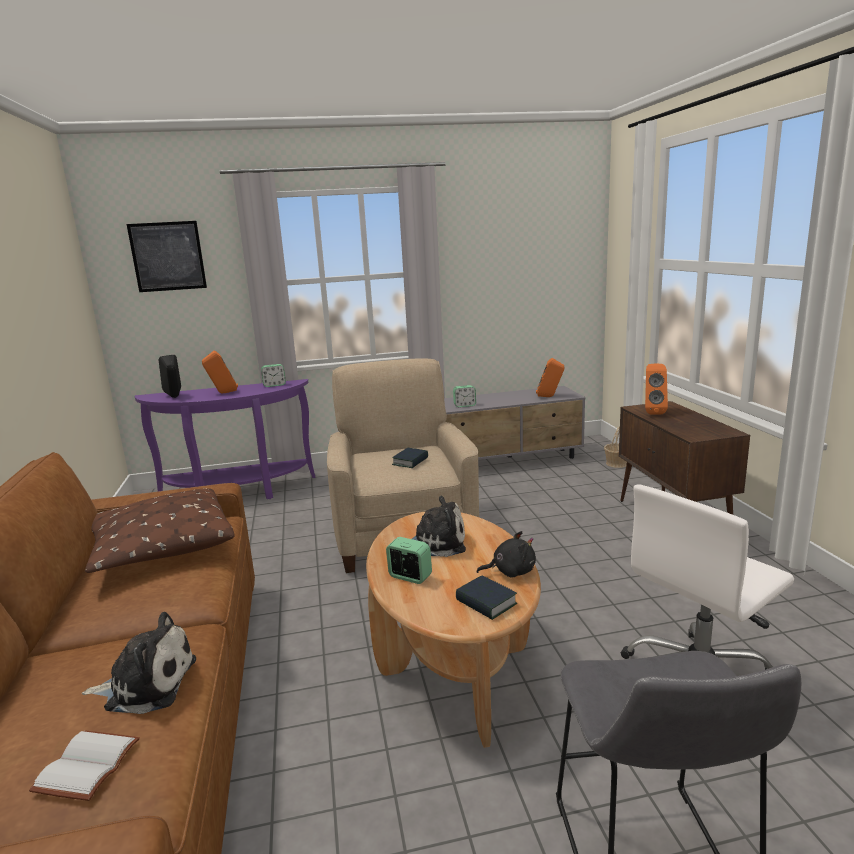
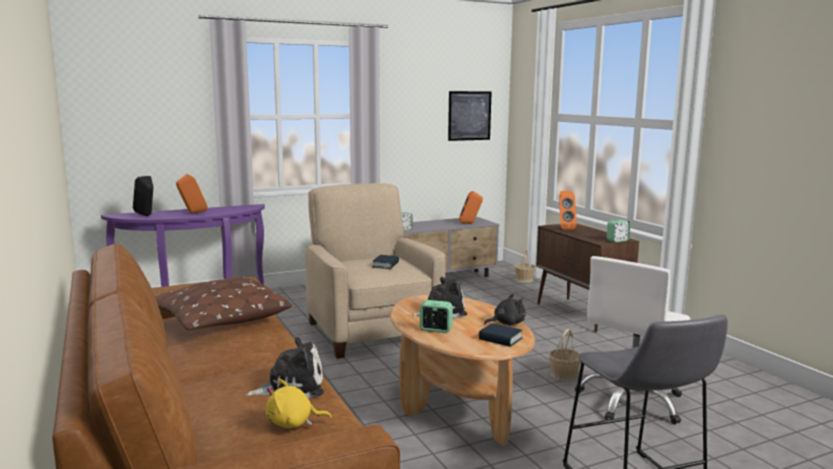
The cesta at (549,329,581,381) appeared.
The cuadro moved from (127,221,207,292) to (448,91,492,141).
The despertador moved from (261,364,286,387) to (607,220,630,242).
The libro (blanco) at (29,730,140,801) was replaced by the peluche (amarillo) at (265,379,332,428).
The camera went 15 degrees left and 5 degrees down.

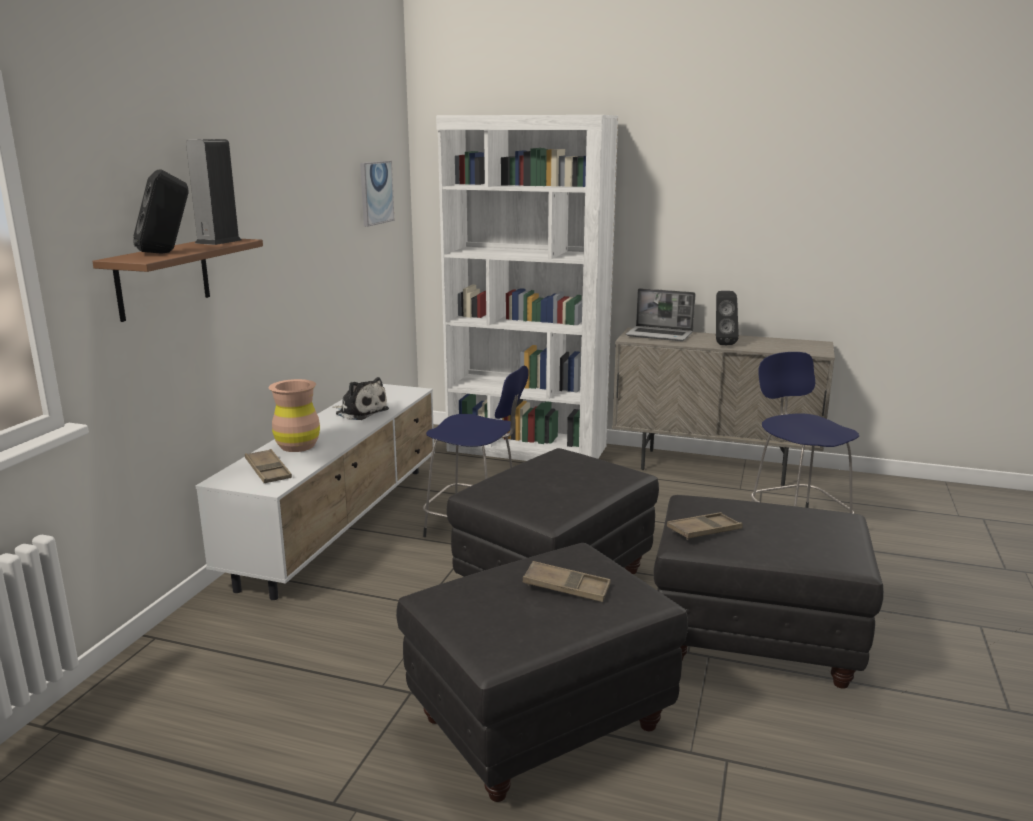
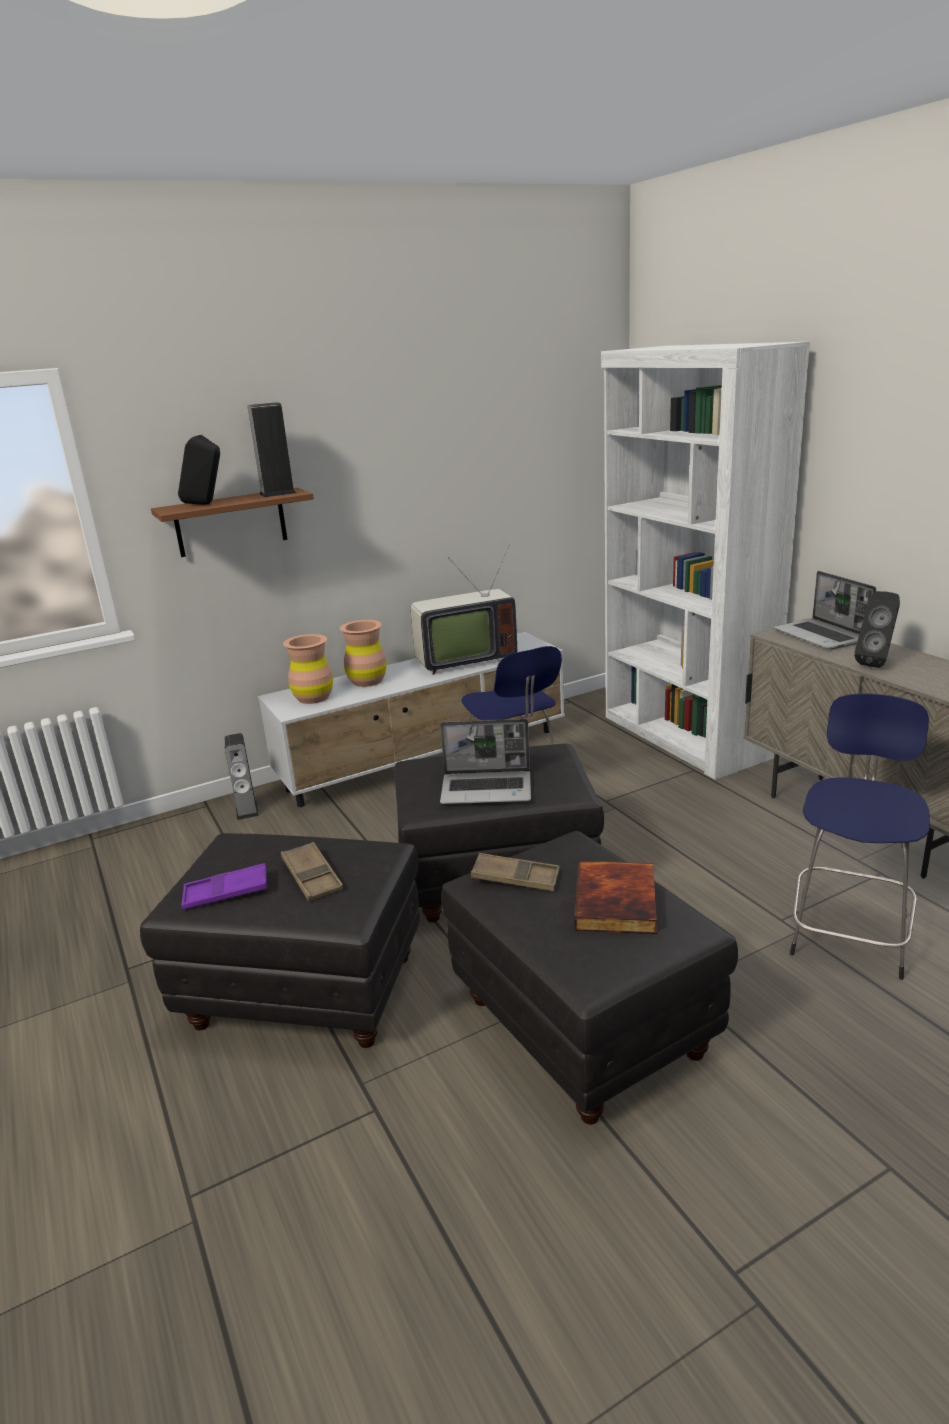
The cuadro at (360,161,394,227) disappeared.
The bandeja (morado) at (181,863,267,910) appeared.
The altavoz at (224,733,259,820) appeared.
The portátil at (440,719,531,804) appeared.
The libro at (574,861,657,934) appeared.
The bandeja (marrón) at (245,449,292,483) was replaced by the florero (marrón) at (283,634,333,704).
The peluche at (332,377,389,420) was replaced by the televisor at (411,546,517,675).
The camera went 45 degrees right and 5 degrees up.

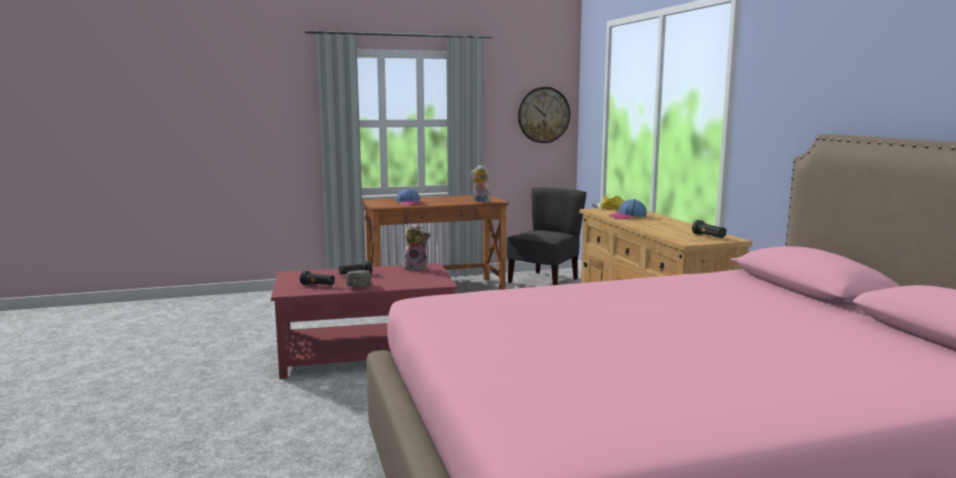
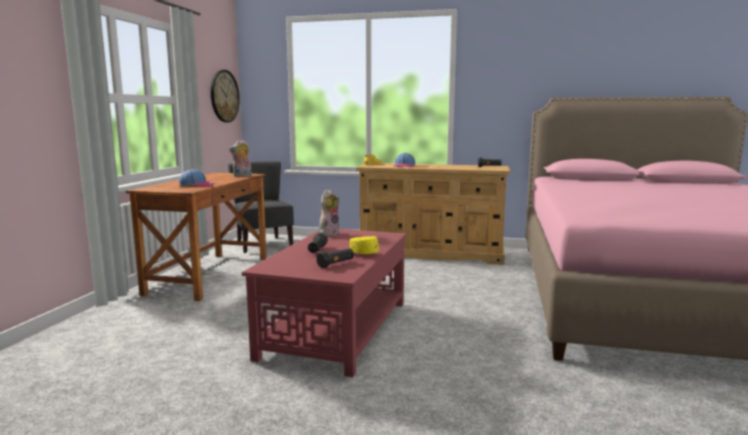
The gorra (gris) at (346,270,372,287) became the gorra (amarillo) at (350,236,379,254).
The camera went 60 degrees left and 0 degrees up.

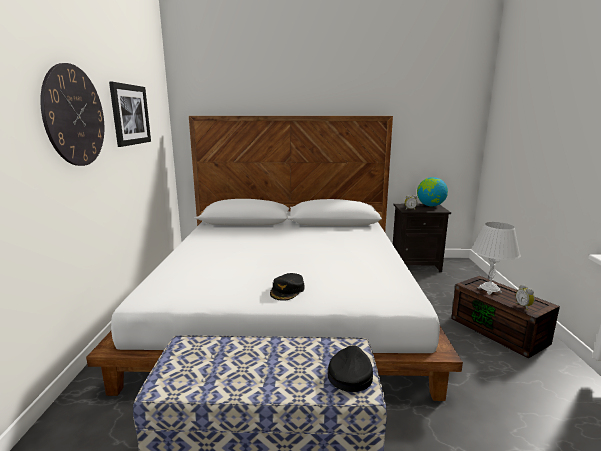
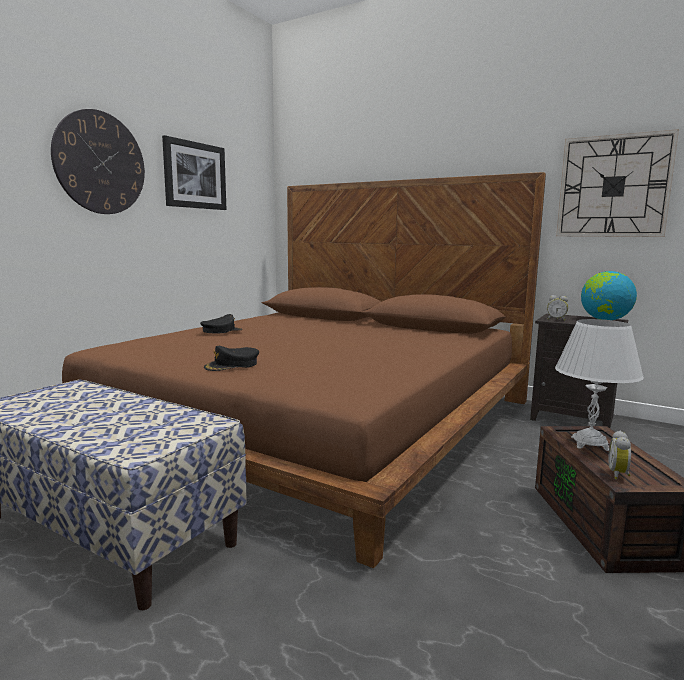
The reloj de pared at (556,129,679,237) appeared.
The gorra (negro) moved from (328,345,373,392) to (200,314,242,333).
The cama (blanco) at (86,116,463,401) became the cama (marrón) at (62,172,546,568).
The camera went 30 degrees right and 5 degrees down.

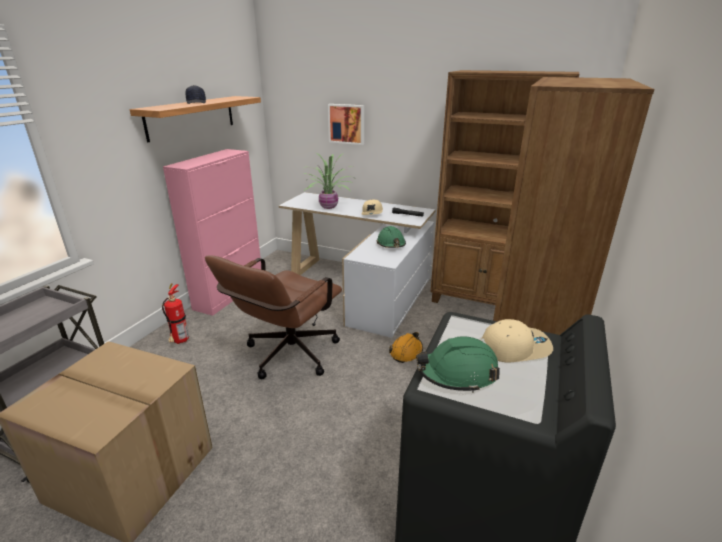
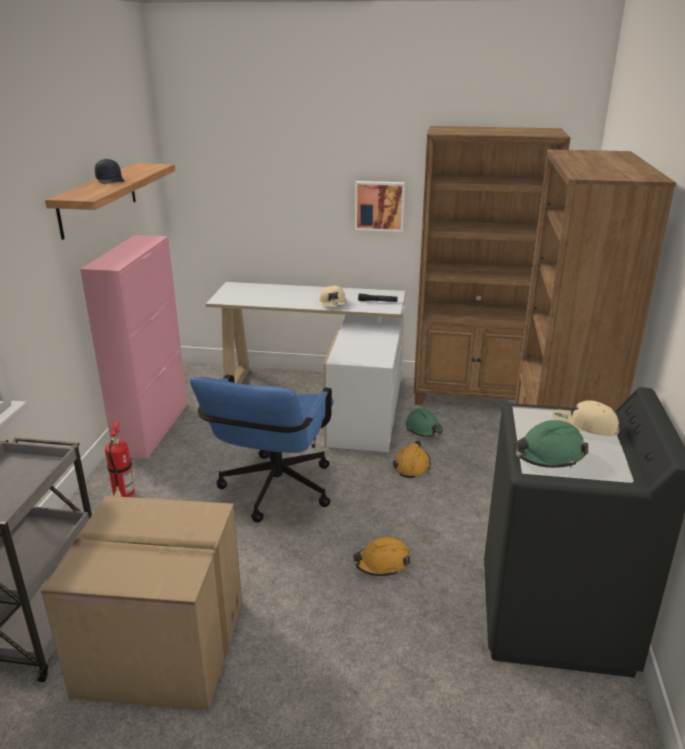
The planta en maceta at (304,153,354,209) disappeared.
The casco (naranja) at (353,536,410,576) appeared.
The cuadro moved from (328,104,364,145) to (355,181,405,232).
The casco (verde) moved from (376,226,406,248) to (405,408,442,437).
The silla de oficina (marrón) at (205,255,342,379) became the silla de oficina (azul) at (190,375,334,522).
The gorra (beis) at (481,319,553,363) turned 135 degrees counterclockwise.
The camera went 15 degrees left and 0 degrees up.

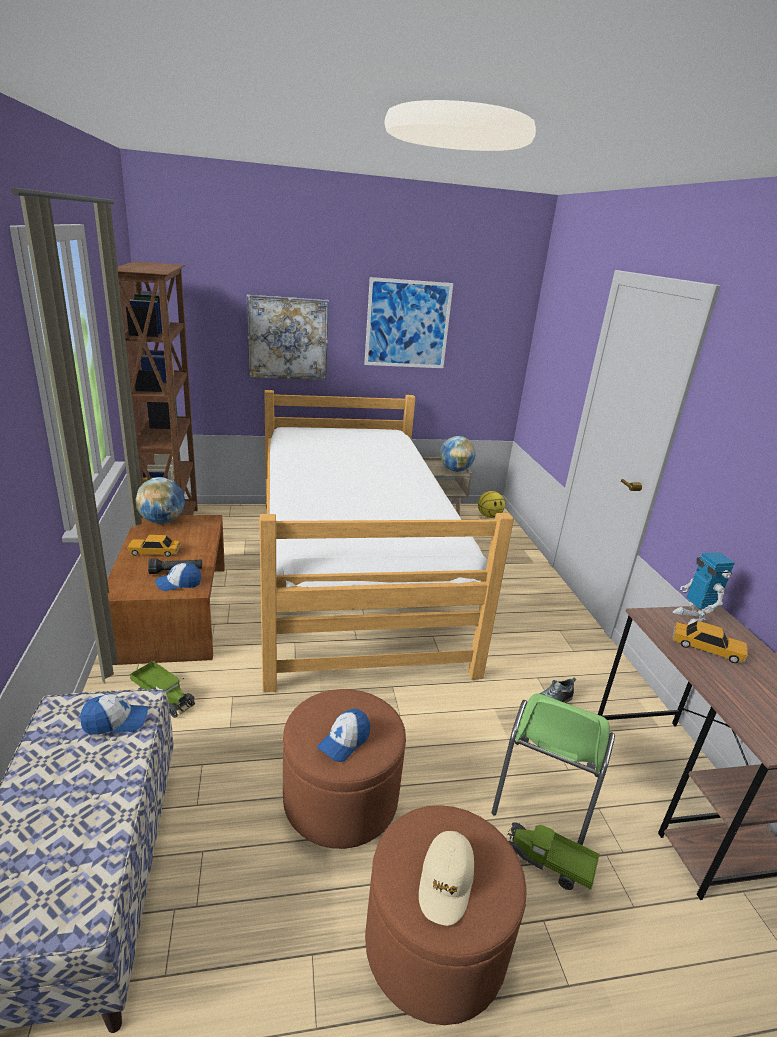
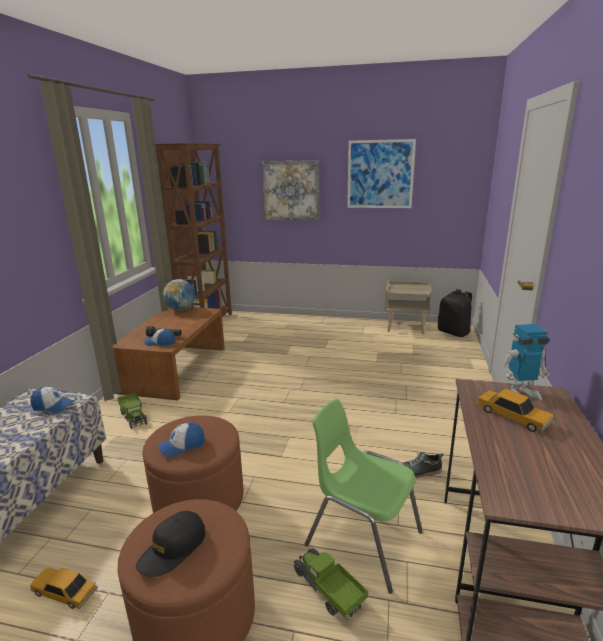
The cama at (260,390,514,692) disappeared.
The globo terráqueo at (440,436,476,472) disappeared.
The coche de juguete moved from (128,535,181,557) to (30,567,98,609).
The balón de baloncesto at (478,491,505,518) was replaced by the mochila (negro) at (438,289,472,337).
The gorra (beis) at (419,831,474,926) became the gorra (negro) at (136,511,205,577).
The silla (verde) at (491,694,615,846) turned 75 degrees clockwise.
The robot de juguete at (673,552,735,625) turned 105 degrees counterclockwise.
The camera went 25 degrees right and 5 degrees down.

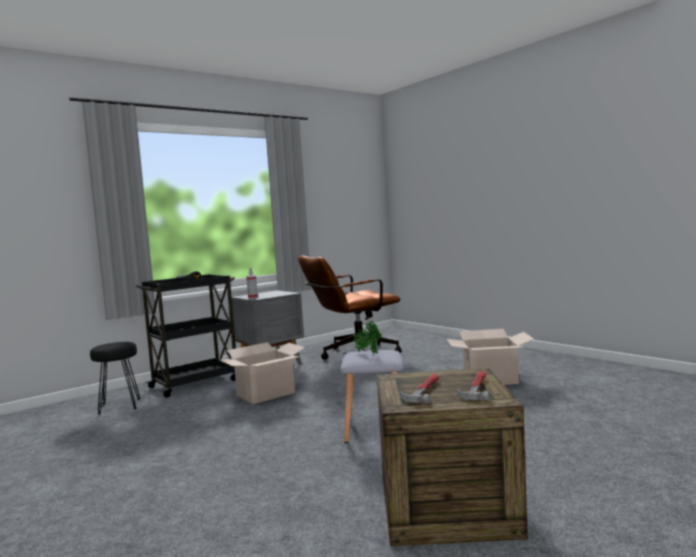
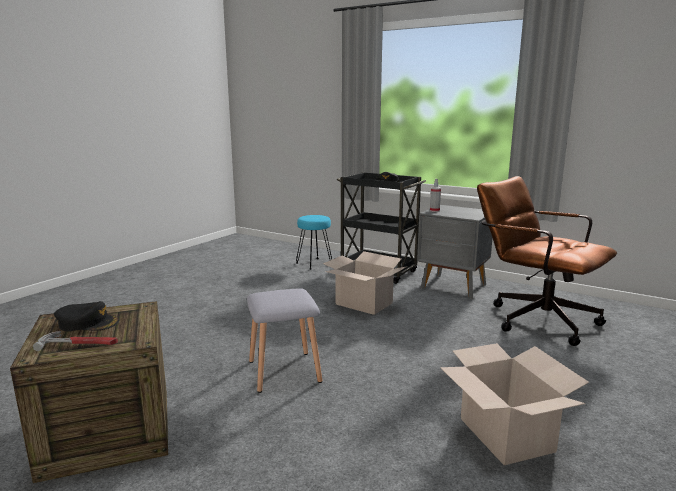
The planta en maceta at (353,320,382,355) disappeared.
The martillo at (400,374,439,404) was replaced by the gorra (negro) at (54,301,119,332).
The taburete (negro) at (90,342,140,414) became the taburete (turquesa) at (296,215,332,270).
The camera went 70 degrees right and 10 degrees up.

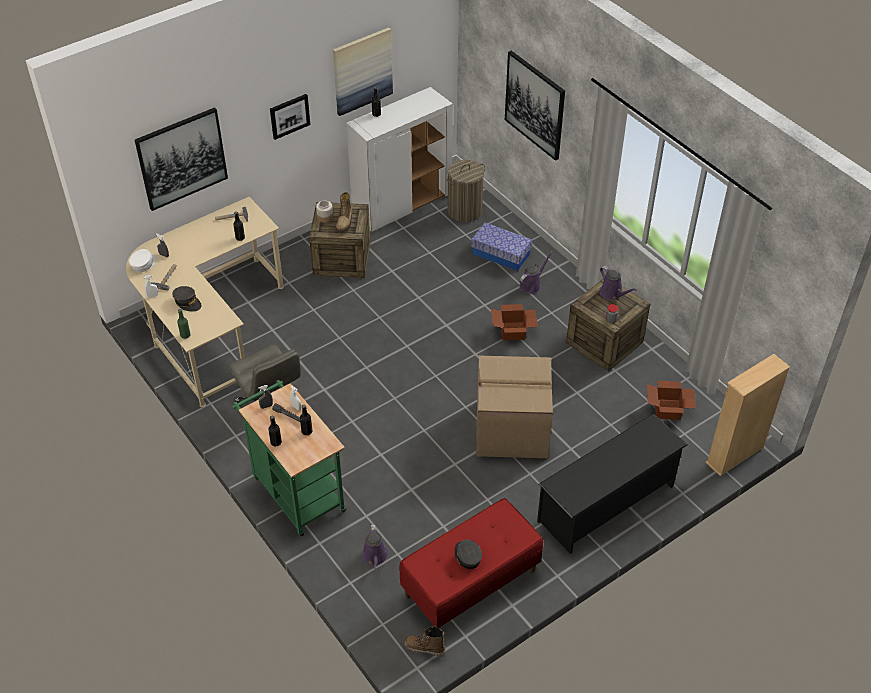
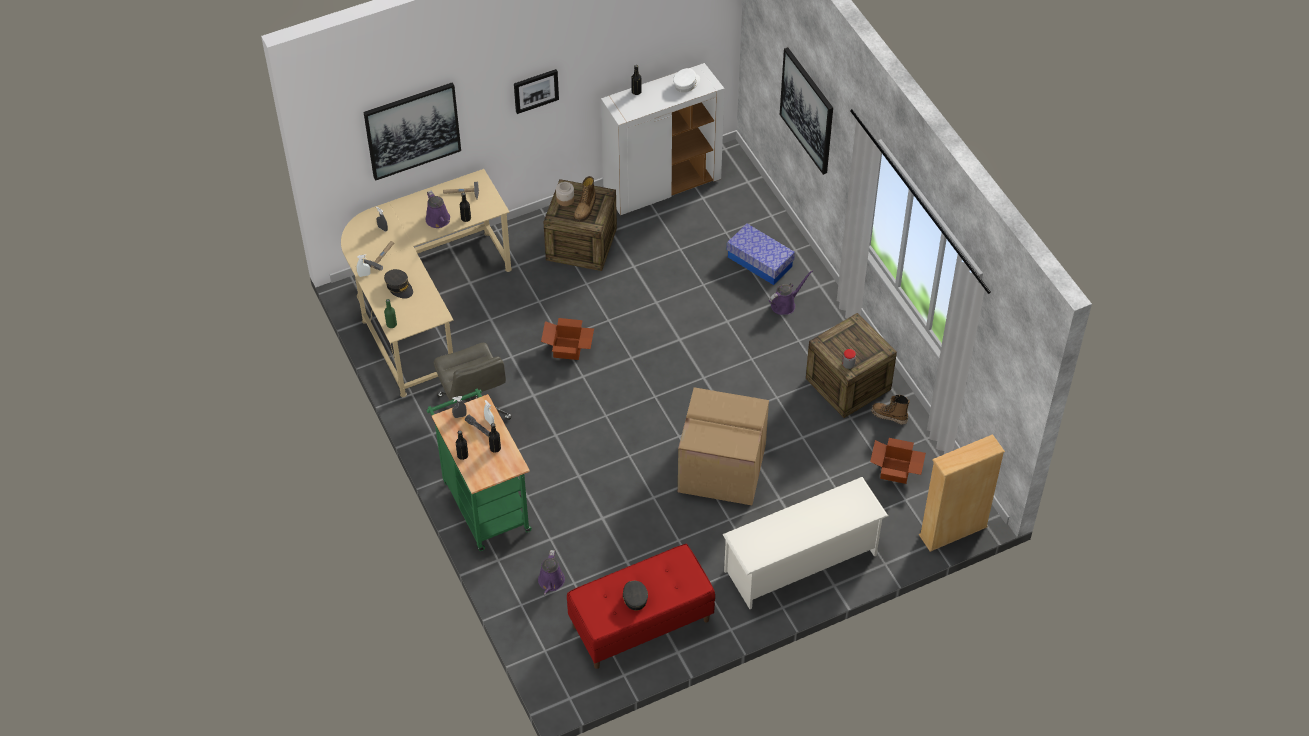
The cuadro at (333,28,393,116) disappeared.
The cesto de la ropa at (446,160,485,222) disappeared.
The gorra (blanco) moved from (129,249,157,273) to (673,68,700,93).
The bota moved from (404,626,445,656) to (871,395,910,424).
The caja de cartón moved from (491,304,538,340) to (541,318,594,360).
The regadera (morado) moved from (600,266,637,300) to (426,191,450,228).
The zapatero (negro) at (537,413,688,554) became the zapatero (blanco) at (722,477,888,609).
The camera went 10 degrees right and 5 degrees up.

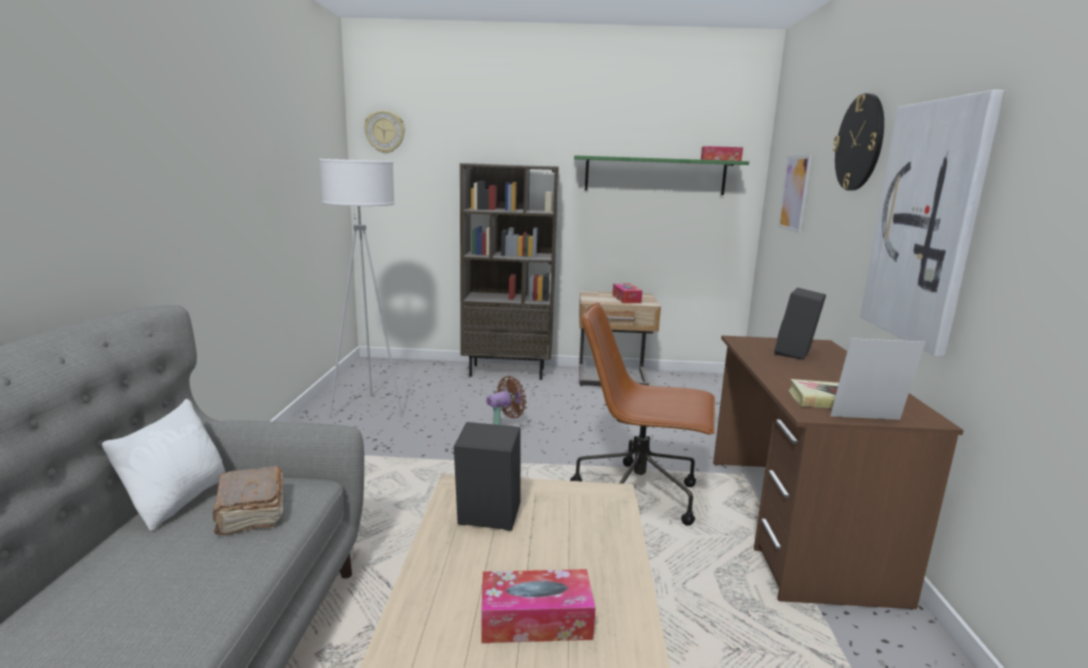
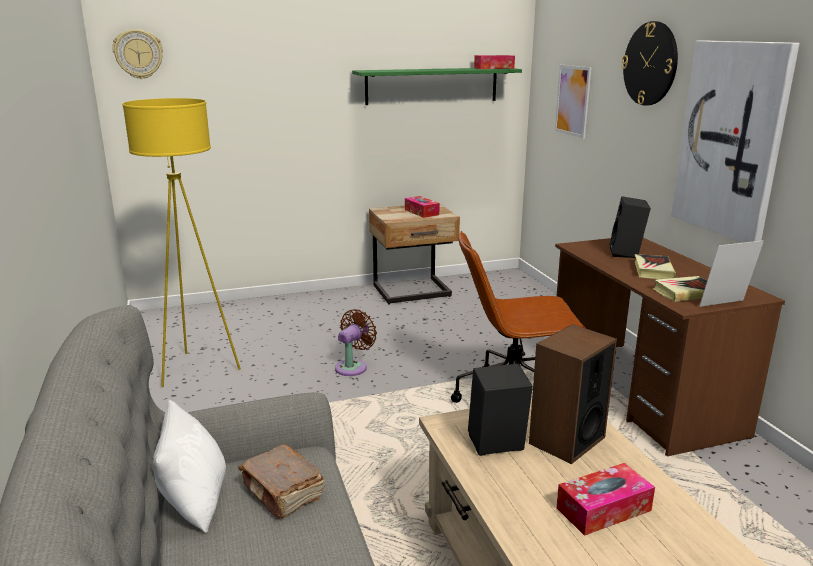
The estantería (marrón) at (460,163,559,380) disappeared.
The altavoz at (529,324,617,464) appeared.
The libro at (635,254,676,279) appeared.
The lámpara de pie (blanco) at (319,159,403,419) became the lámpara de pie (amarillo) at (122,98,241,387).
The camera went 20 degrees left and 5 degrees up.

